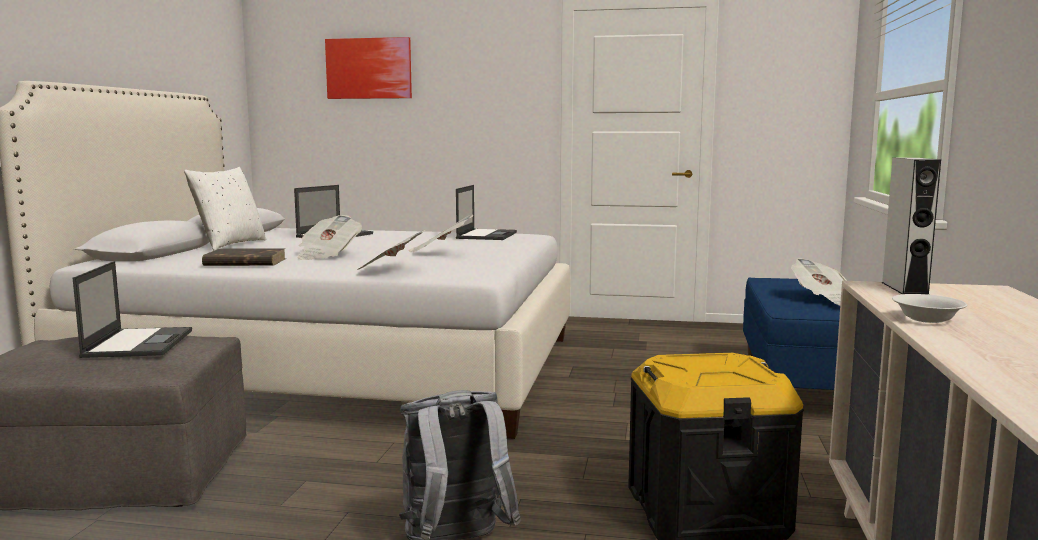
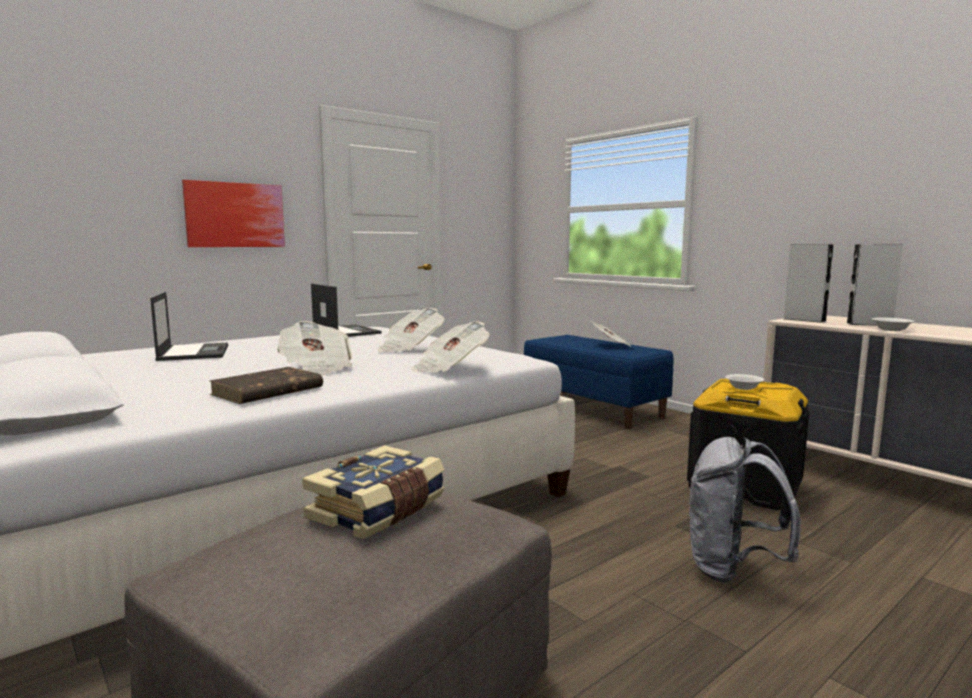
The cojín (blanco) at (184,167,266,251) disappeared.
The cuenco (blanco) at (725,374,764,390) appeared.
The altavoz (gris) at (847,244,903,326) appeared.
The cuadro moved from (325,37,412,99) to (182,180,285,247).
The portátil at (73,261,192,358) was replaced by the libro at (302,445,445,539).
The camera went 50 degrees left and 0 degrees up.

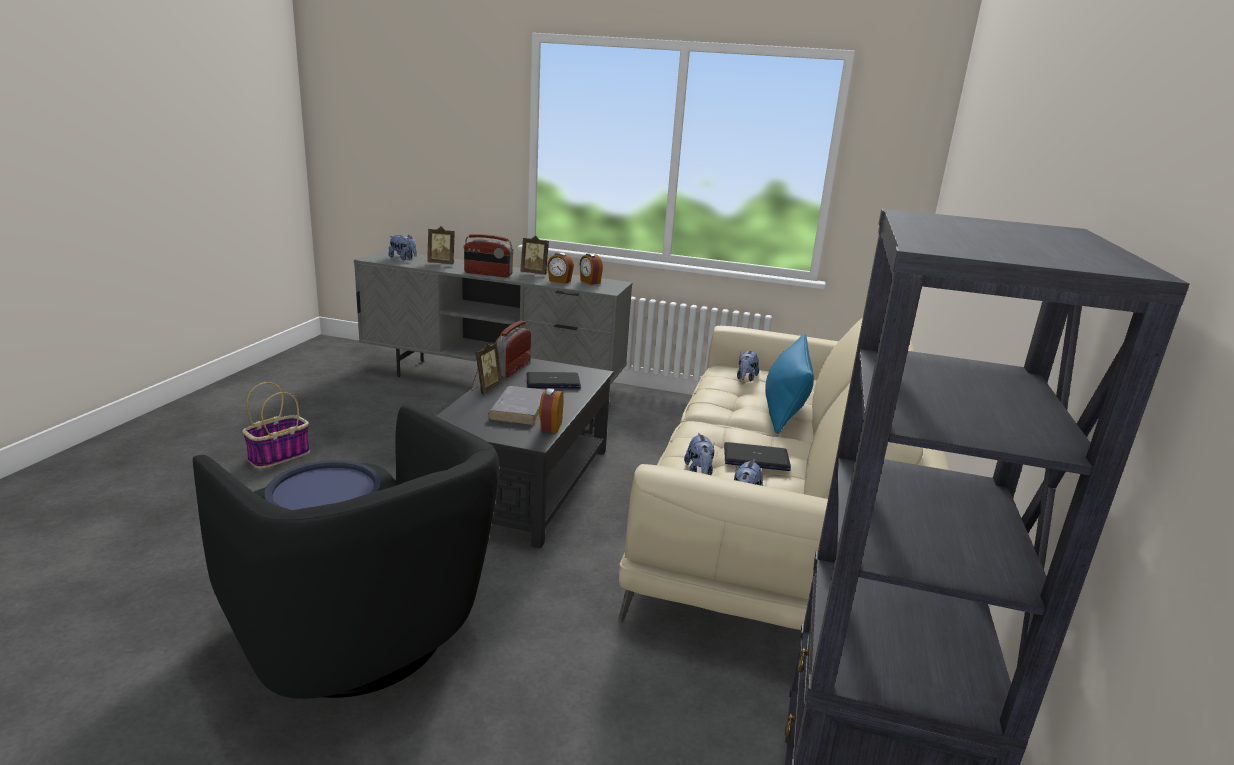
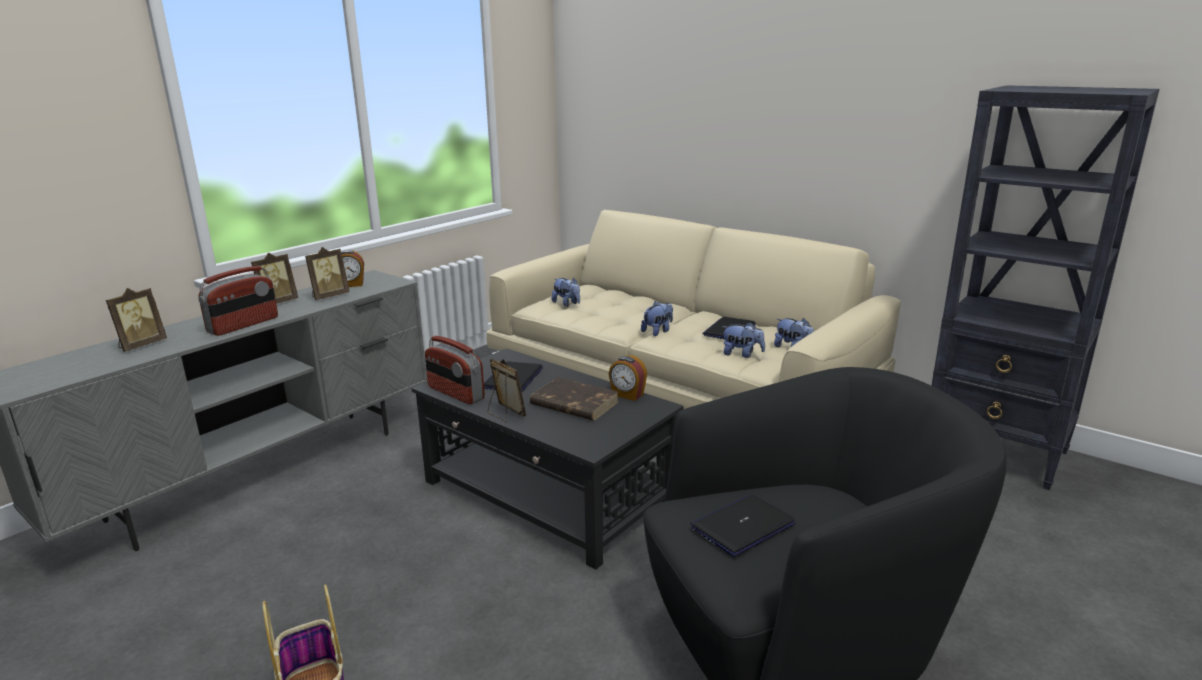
The cojín (azul) at (765,334,814,434) disappeared.
The peluche moved from (389,235,417,260) to (641,301,673,336).
The bandeja (azul) at (265,460,381,510) was replaced by the portátil at (691,495,796,557).
The despertador at (547,252,574,284) was replaced by the portarretratos at (305,247,350,300).
The libro (gris) at (488,386,544,425) became the libro (marrón) at (530,377,618,421).
The camera went 65 degrees left and 0 degrees up.

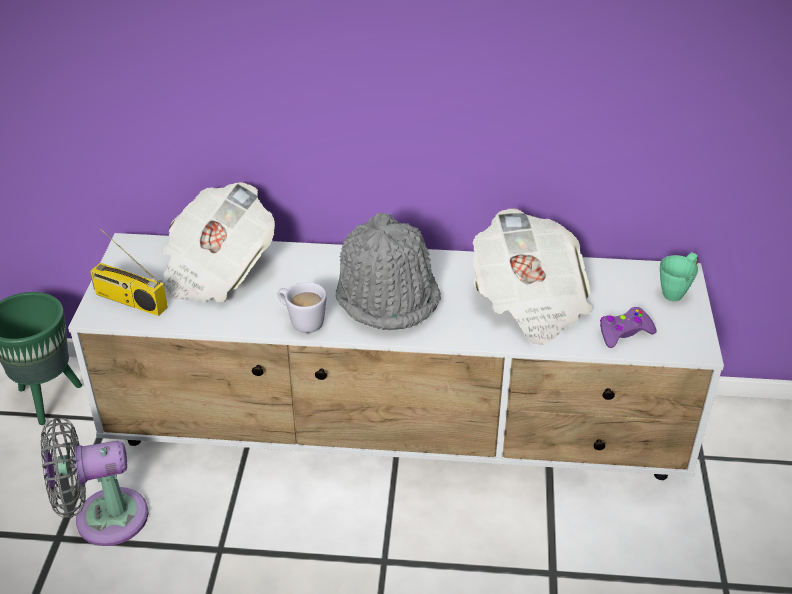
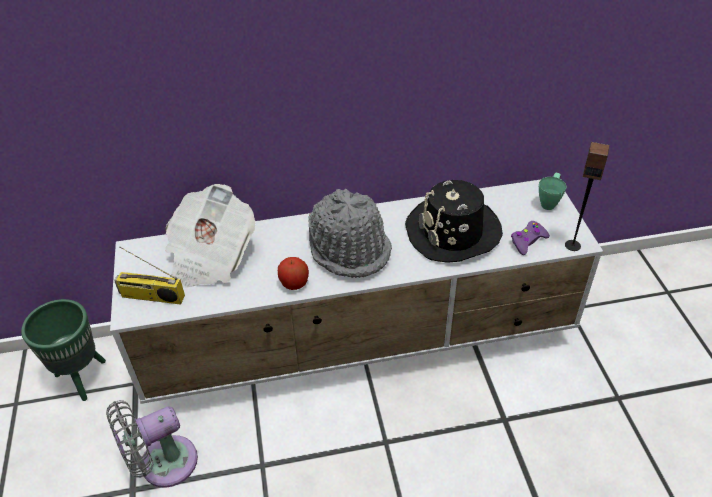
The altavoz at (565,142,609,251) appeared.
The taza grande (blanco) at (277,282,327,333) was replaced by the manzana at (278,257,309,290).
The periódico at (473,208,592,345) was replaced by the sombrero (negro) at (405,180,503,263).
The camera went 15 degrees left and 5 degrees up.

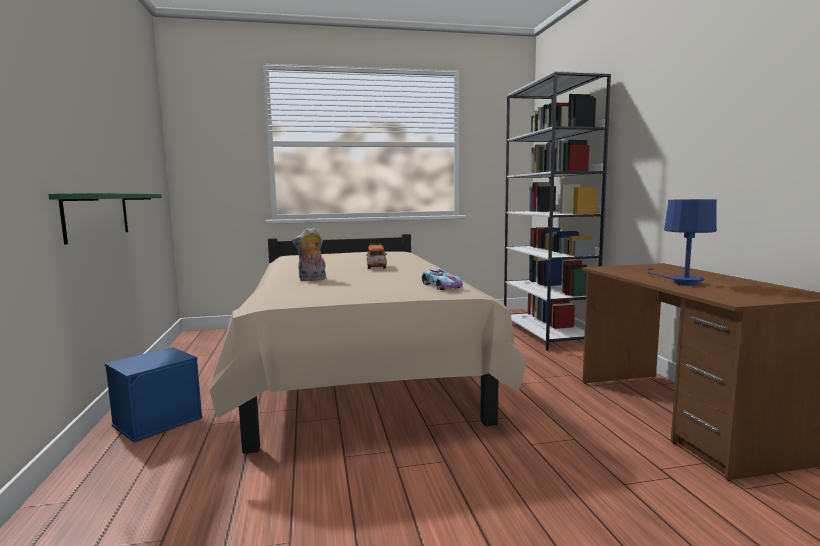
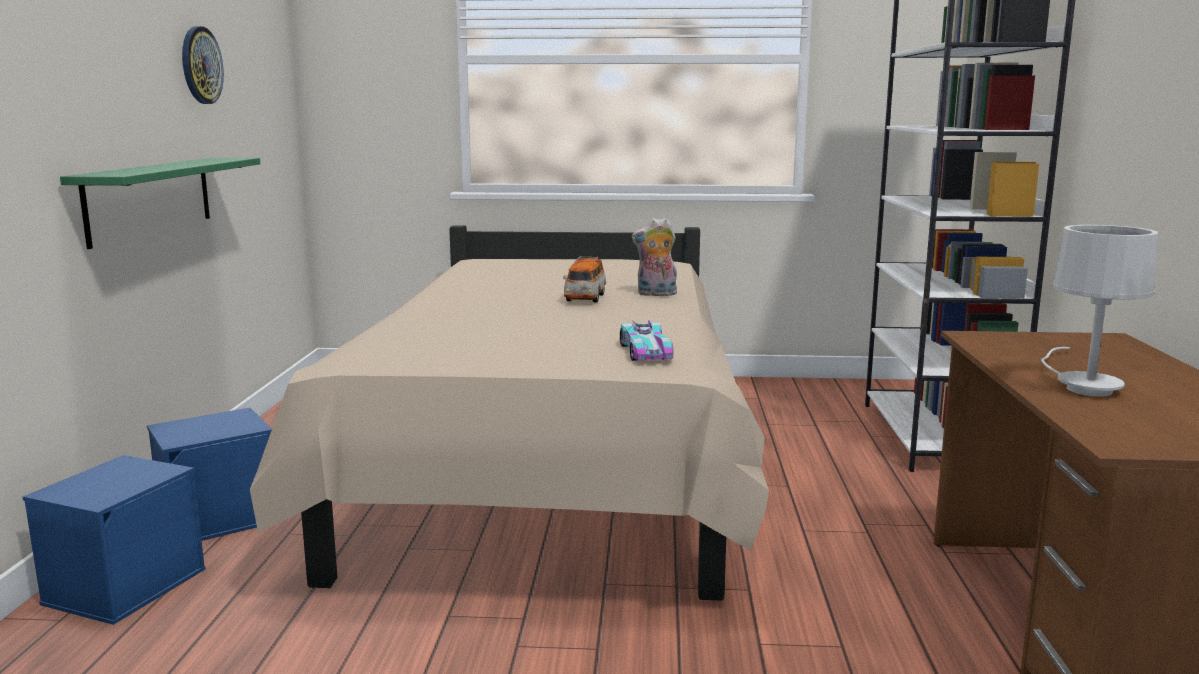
The caja de almacenaje (azul) at (23,455,205,625) appeared.
The reloj de pared at (182,26,224,104) appeared.
The peluche moved from (292,227,326,281) to (632,218,677,296).
The lámpara de mesa (azul) at (646,199,717,285) became the lámpara de mesa (blanco) at (1041,225,1158,397).
The camera went 15 degrees right and 5 degrees up.

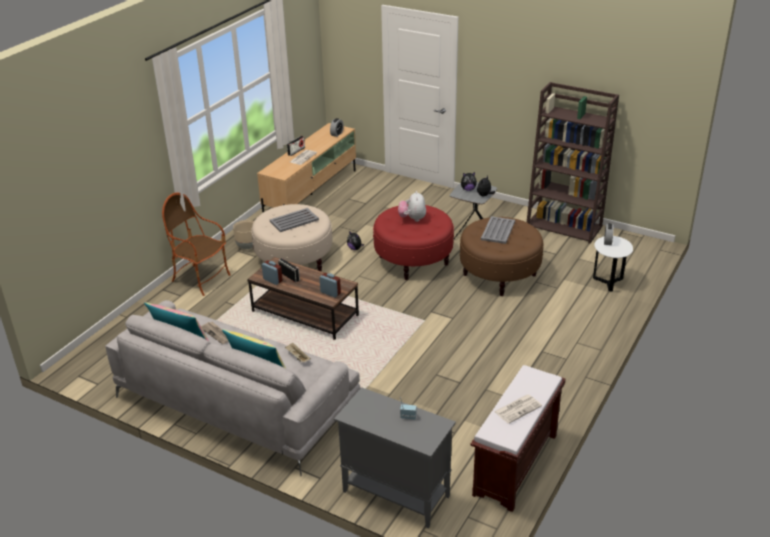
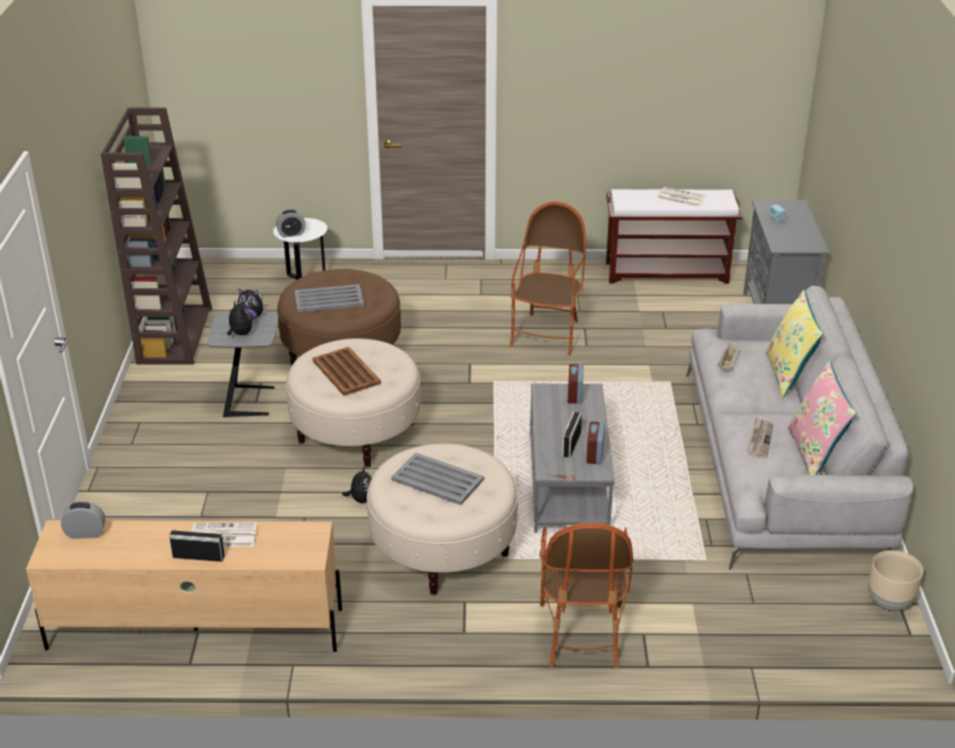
The sillón at (510,201,586,356) appeared.
The maceta (beis) moved from (233,220,254,249) to (868,550,923,611).
The peluche at (398,191,426,222) was replaced by the bandeja (marrón) at (313,347,381,396).
The mesa de centro (marrón) at (247,257,359,340) became the mesa de centro (gris) at (530,384,615,533).
The puf (rojo) at (373,204,454,280) became the puf (beis) at (286,338,421,467).
The camera went 120 degrees left and 0 degrees up.

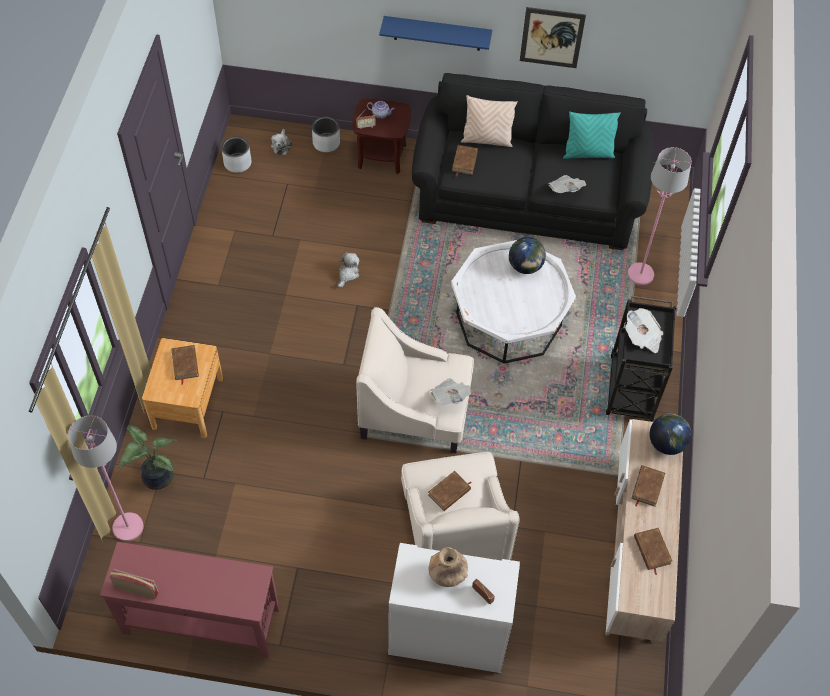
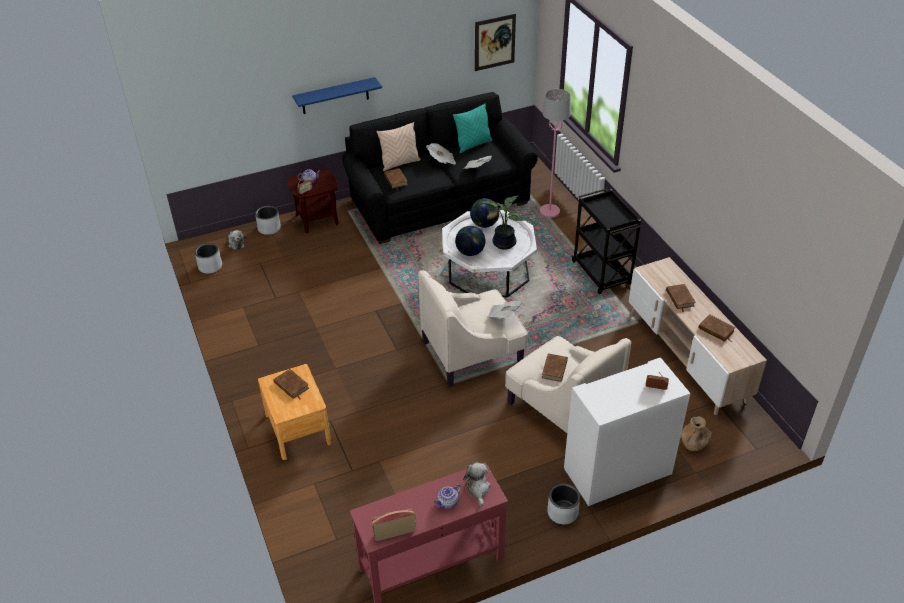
The lámpara de pie (rosa) at (68,415,144,541) disappeared.
The tetera at (434,484,461,509) appeared.
The maceta (gris) at (547,483,580,524) appeared.
The planta en maceta moved from (119,426,177,490) to (479,195,524,250).
The peluche moved from (338,252,359,288) to (463,462,491,507).
The florero (marrón) moved from (429,547,468,587) to (681,416,712,451).
The cuadro moved from (520,7,586,68) to (475,14,516,71).
The periódico moved from (625,308,664,353) to (426,143,456,164).
The globo terráqueo moved from (650,413,692,455) to (455,226,485,256).
The camera went 30 degrees left and 15 degrees down.

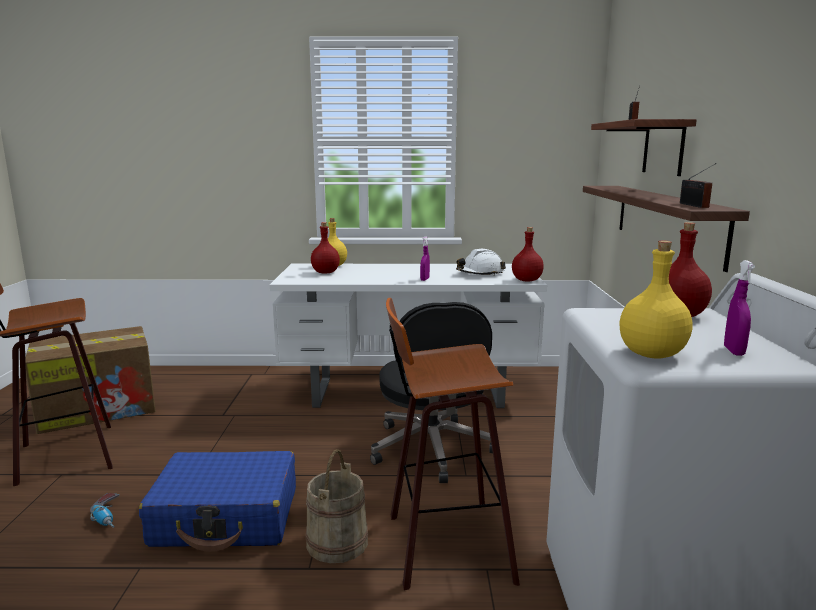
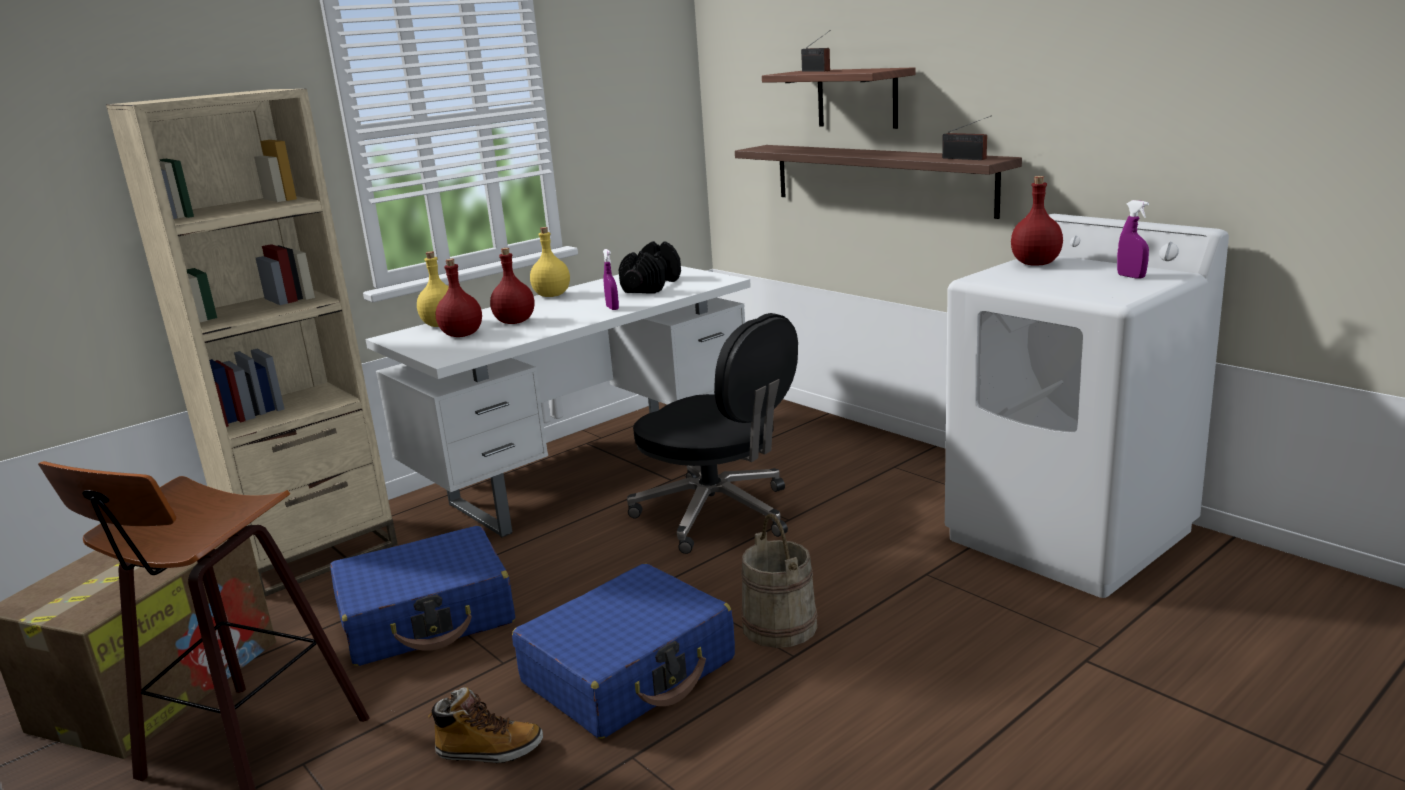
The taburete at (386,298,520,590) disappeared.
The estantería (beis) at (106,89,398,596) appeared.
The maleta (azul) at (330,526,515,666) appeared.
The botella (rojo) moved from (512,227,544,282) to (490,248,534,324).
The botella (amarillo) moved from (620,241,693,359) to (530,227,570,297).
The taladro at (90,493,119,528) was replaced by the bota at (428,687,543,763).
The casco (blanco) at (456,249,506,276) was replaced by the mancuerna (negro) at (619,241,681,294).
The camera went 40 degrees left and 5 degrees up.

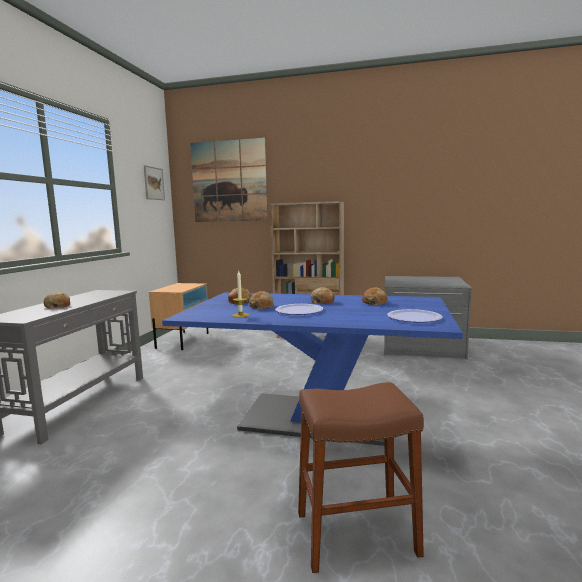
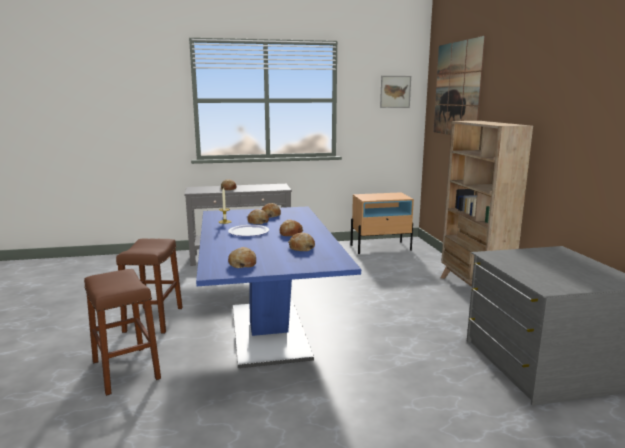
The taburete (marrón) at (116,238,183,333) appeared.
The plato at (387,309,443,323) was replaced by the pan at (228,247,256,268).
The camera went 65 degrees right and 5 degrees up.

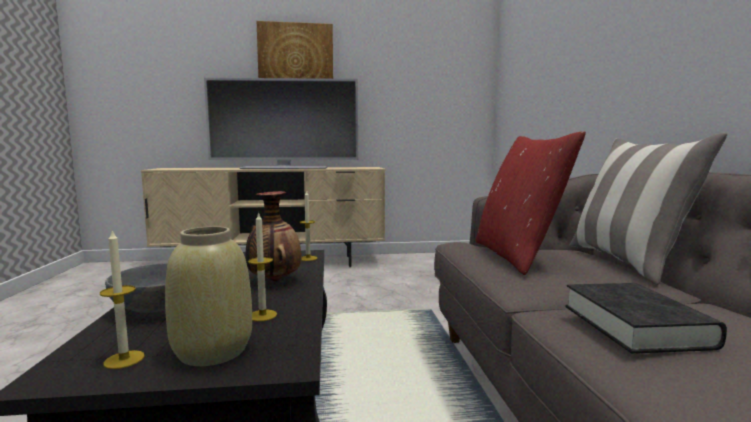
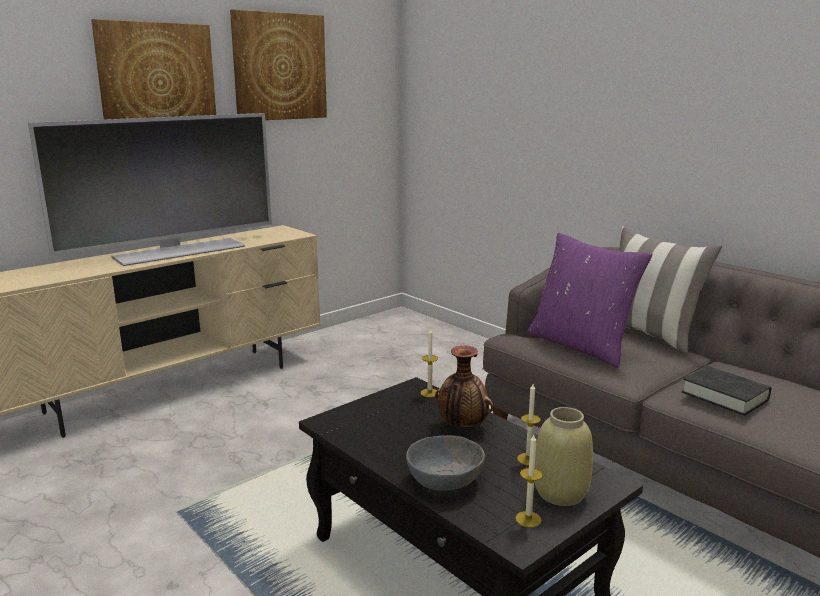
The cuadro at (230,9,327,120) appeared.
The cojín (rojo) at (476,131,586,275) became the cojín (morado) at (527,233,653,368).
The camera went 35 degrees left and 10 degrees up.

